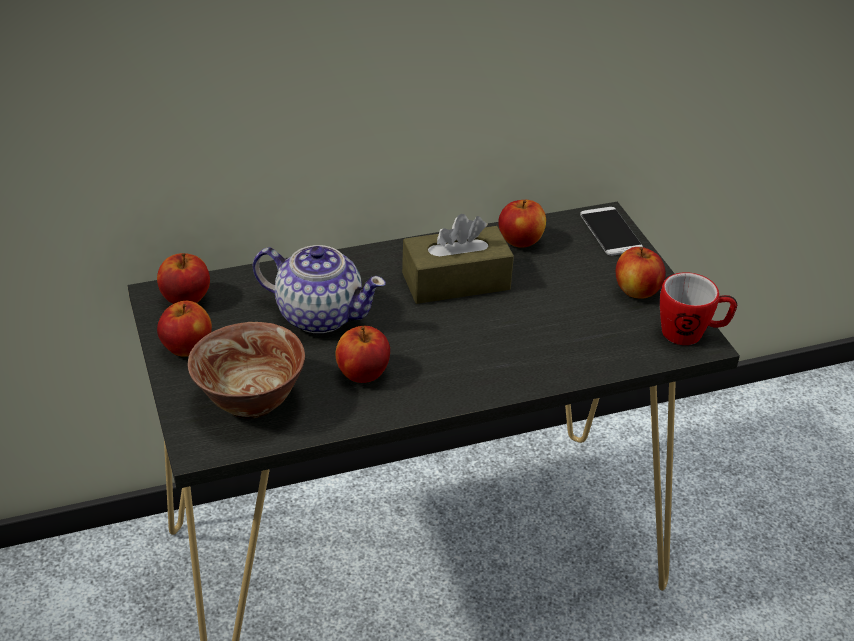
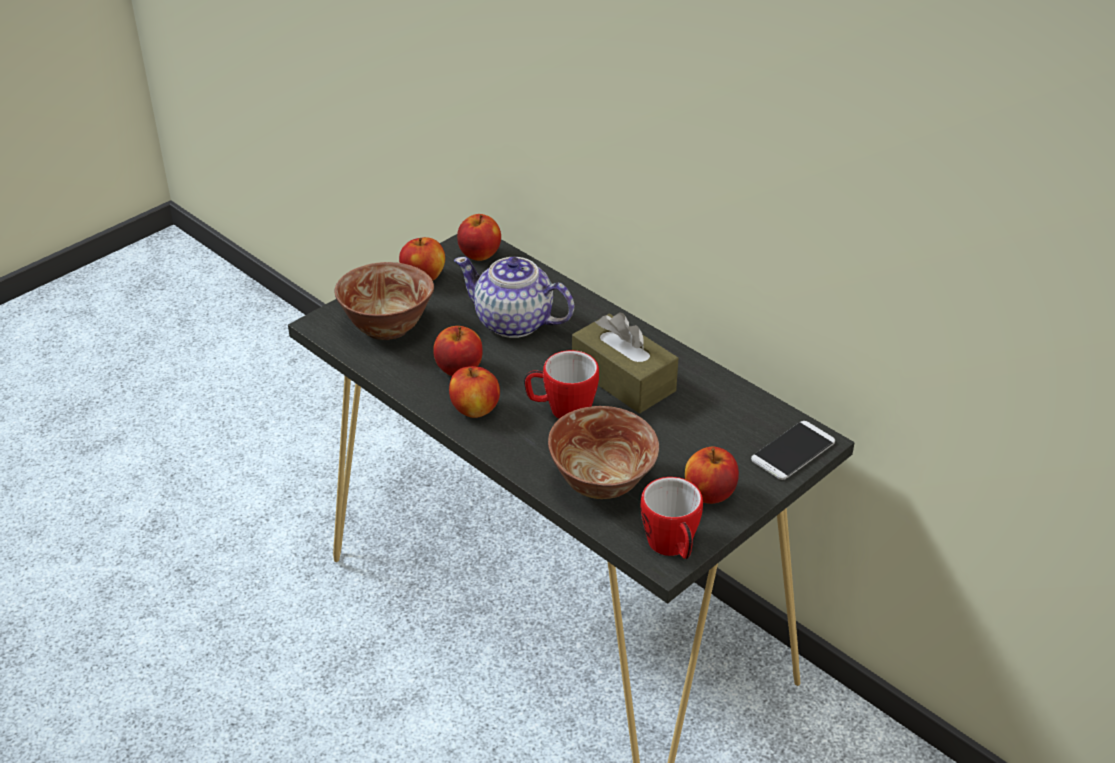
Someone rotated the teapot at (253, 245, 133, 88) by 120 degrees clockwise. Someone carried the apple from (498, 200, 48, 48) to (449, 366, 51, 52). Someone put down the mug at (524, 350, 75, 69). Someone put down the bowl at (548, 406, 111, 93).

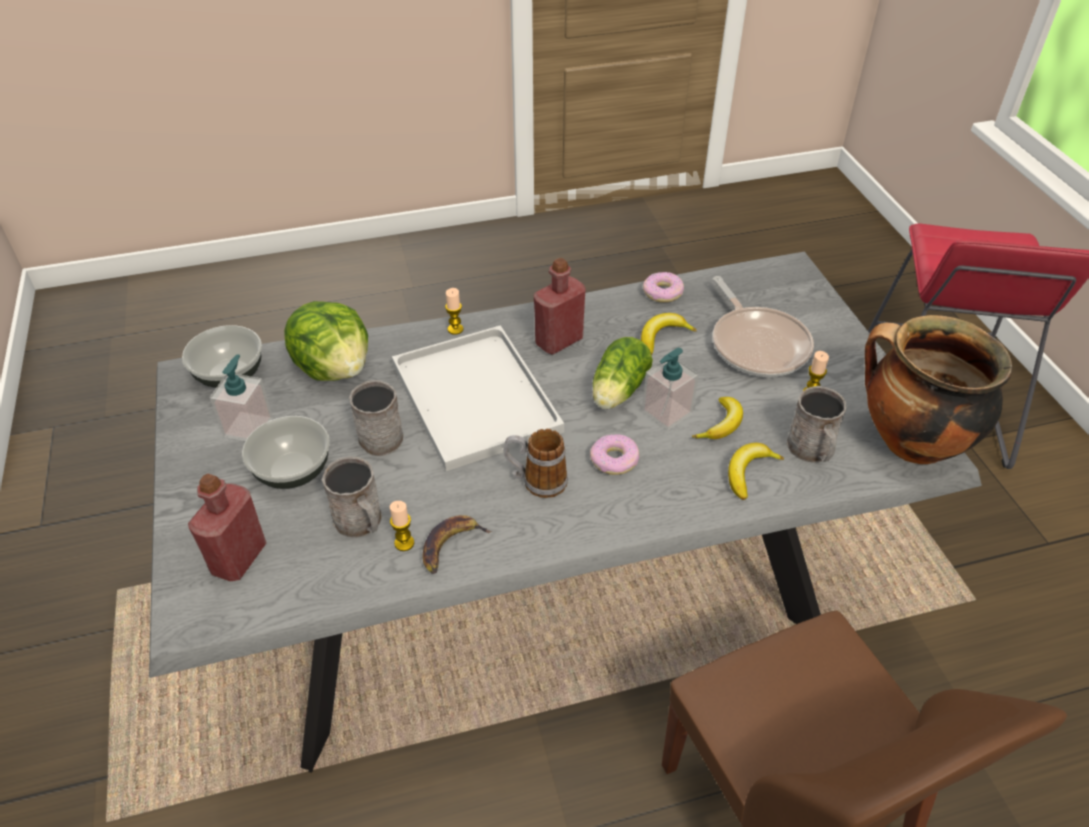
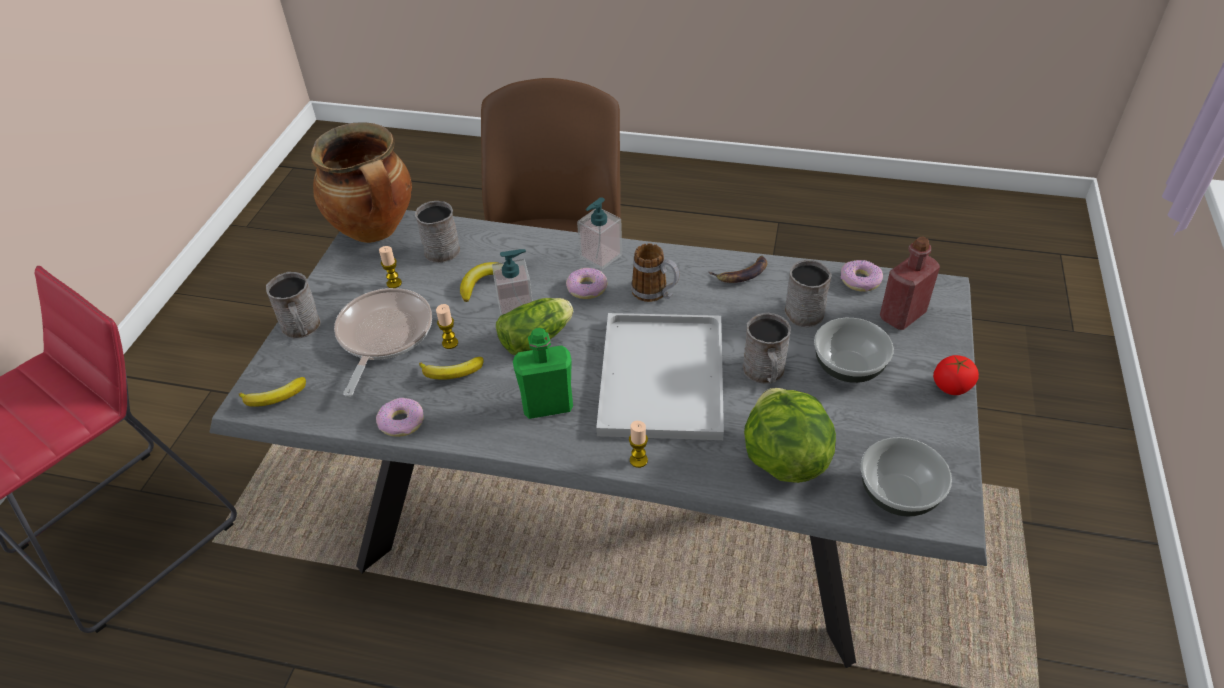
Someone carried the soap bottle from (210, 354, 63, 87) to (577, 197, 45, 73). Someone carried the wax candle from (389, 501, 25, 50) to (436, 304, 22, 45). Someone repainted the red-coloured drink bottle at (534, 258, 52, 97), which became the greenish drink bottle at (513, 328, 60, 91). Someone carried the whole banana from (728, 443, 56, 57) to (239, 377, 67, 30). Someone put down the greyish mug at (266, 272, 55, 66). Someone put down the doughnut at (841, 260, 42, 32). Someone put down the fresh tomato at (933, 355, 46, 40).

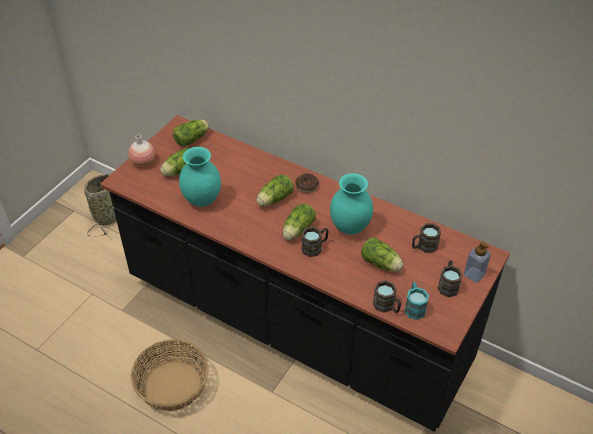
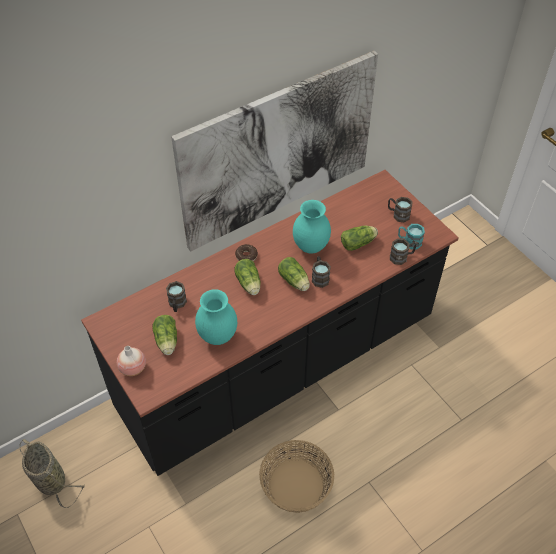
Someone took away the lettuce head at (173, 120, 37, 27). Someone carried the brown-coloured mug from (412, 223, 29, 30) to (166, 281, 21, 31). Someone took away the soap bottle at (464, 241, 27, 42). Someone put up the picture at (171, 51, 207, 200).

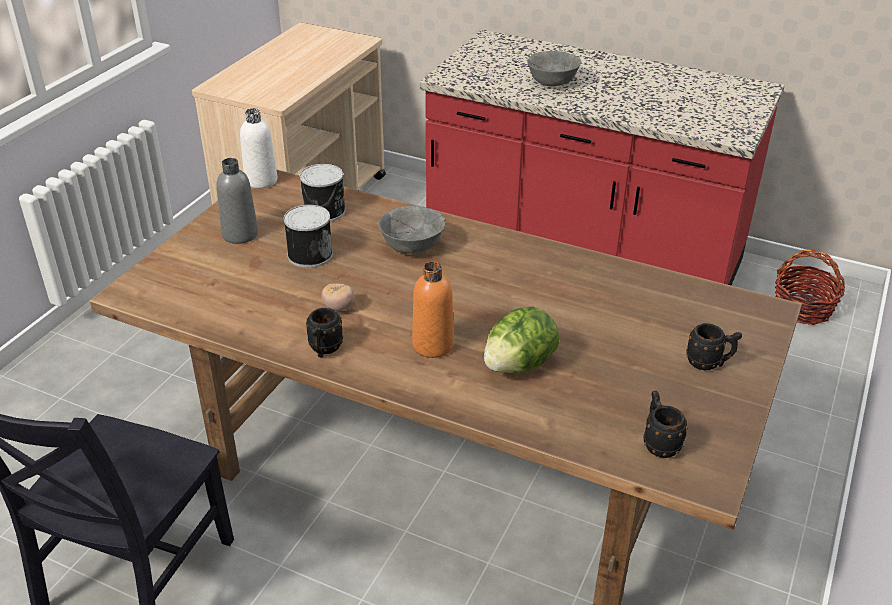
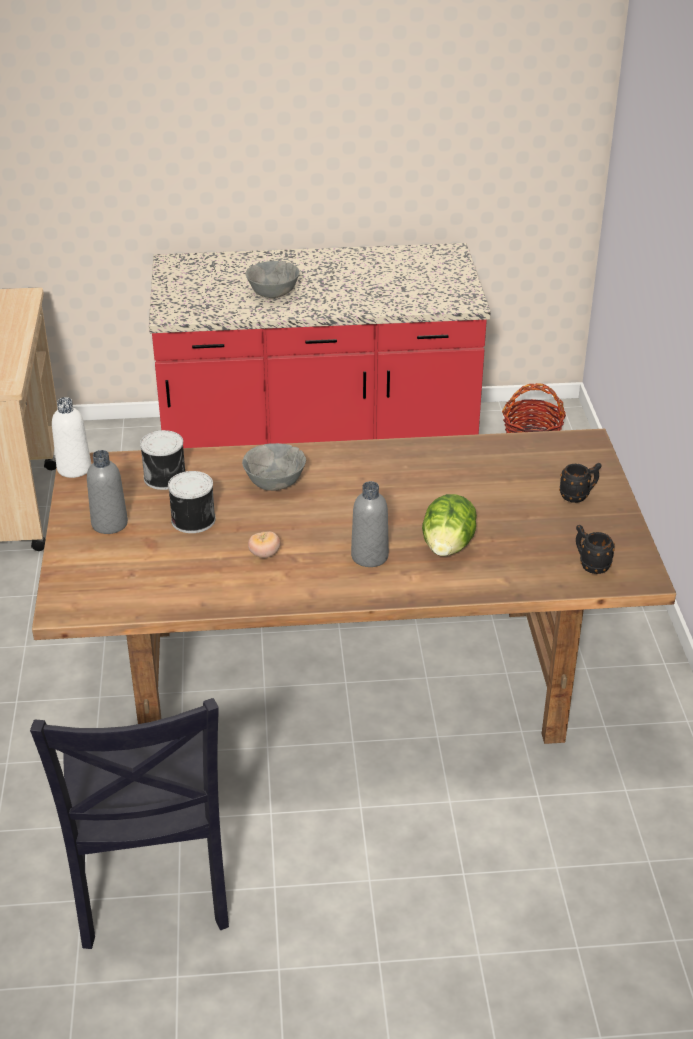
Someone took away the blackish mug at (306, 308, 37, 50). Someone repainted the orange drink bottle at (412, 261, 42, 97), which became the greyish drink bottle at (351, 481, 38, 86).

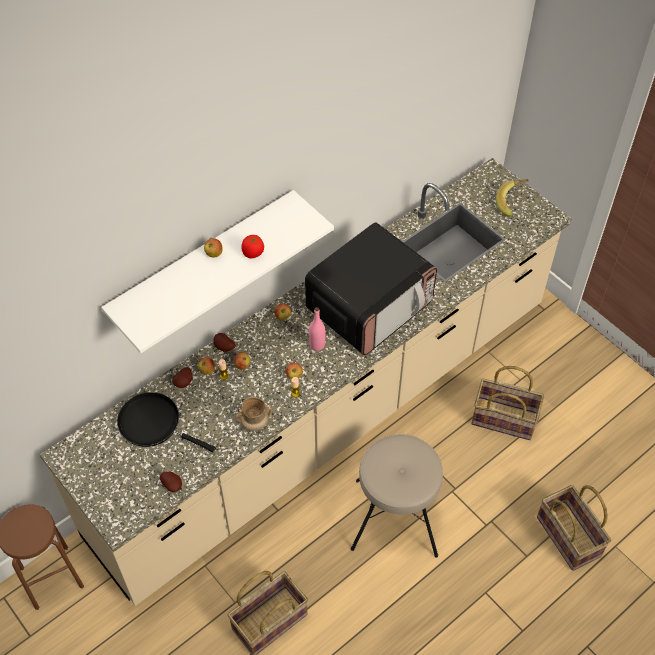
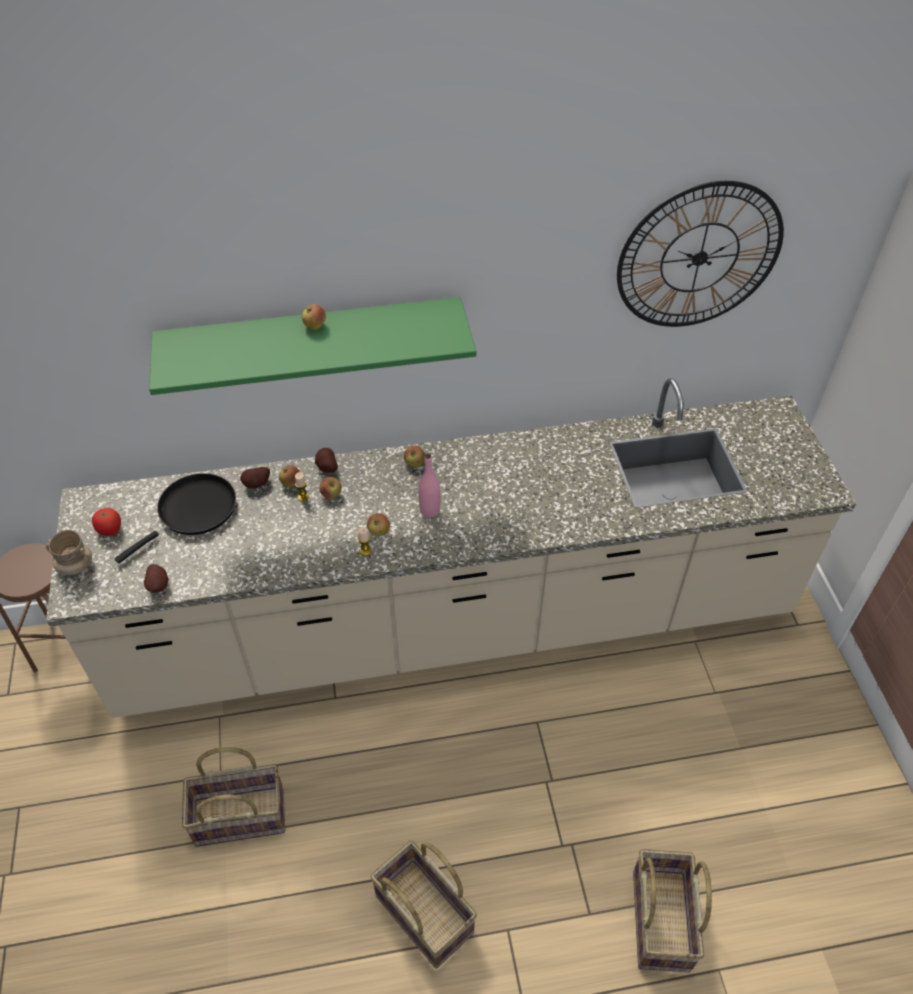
Someone repainted the white-coloured bracket shelf at (101, 190, 233, 163), which became the greenish bracket shelf at (149, 297, 327, 98). Someone rotated the blackish pan at (117, 392, 99, 60) by 75 degrees clockwise. Someone carried the beige-coloured mug from (235, 397, 37, 34) to (46, 530, 46, 45). Someone carried the fresh tomato from (241, 235, 23, 23) to (92, 508, 29, 28). Someone took away the kitchen microwave at (305, 222, 132, 133). Someone took away the beige-coloured stool seat at (351, 434, 92, 124). Someone carried the basket from (471, 366, 73, 74) to (370, 841, 107, 128). Someone took away the whole banana at (496, 179, 33, 38). Someone put up the wall clock at (617, 181, 167, 146).

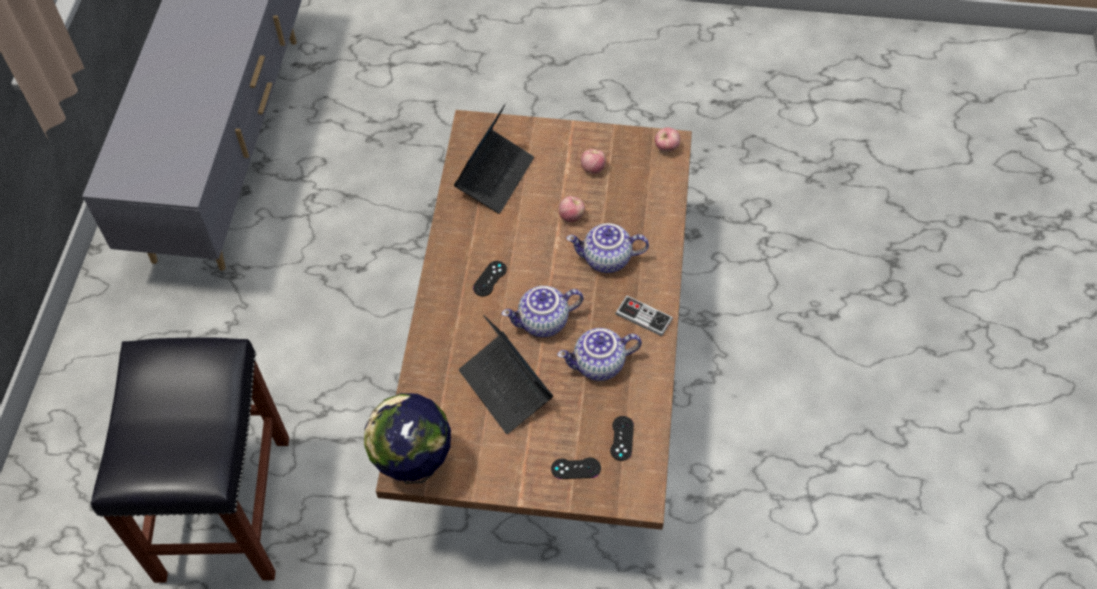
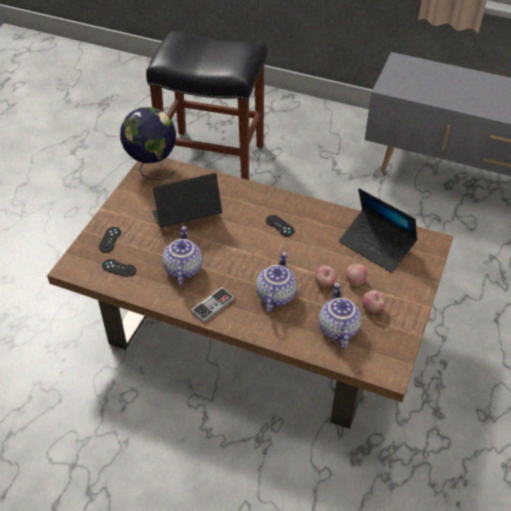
Someone carried the teapot from (502, 286, 81, 51) to (319, 283, 43, 66). Someone carried the apple from (655, 127, 25, 25) to (345, 264, 22, 21).

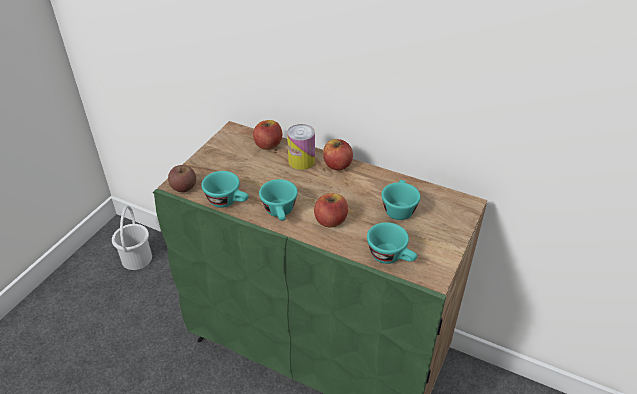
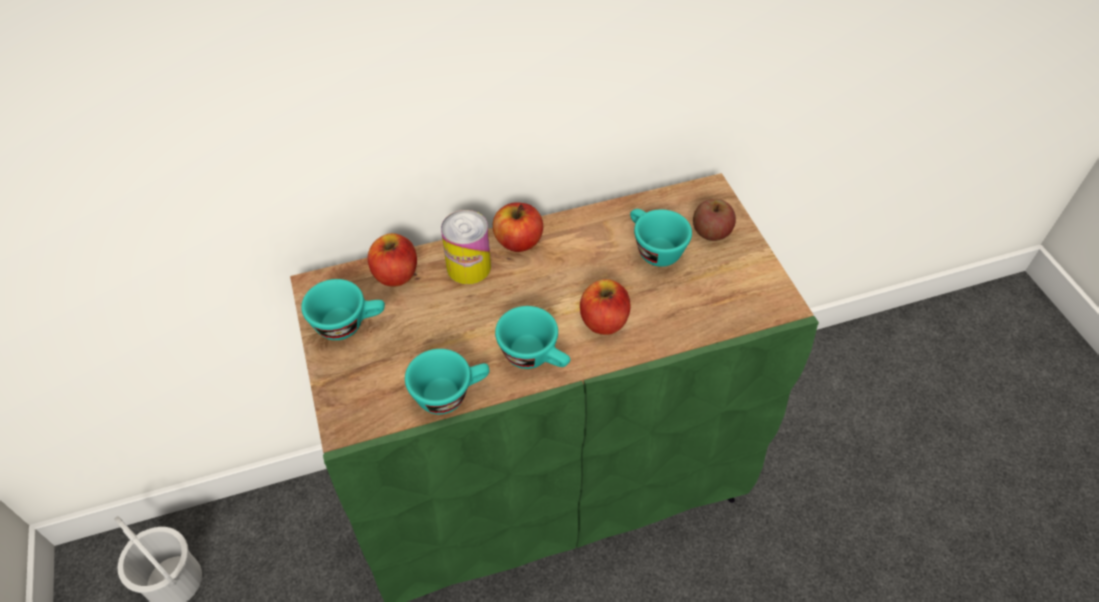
Someone carried the apple from (168, 165, 28, 27) to (693, 199, 43, 42). Someone carried the turquoise-coloured cup from (367, 222, 50, 42) to (301, 279, 84, 61).

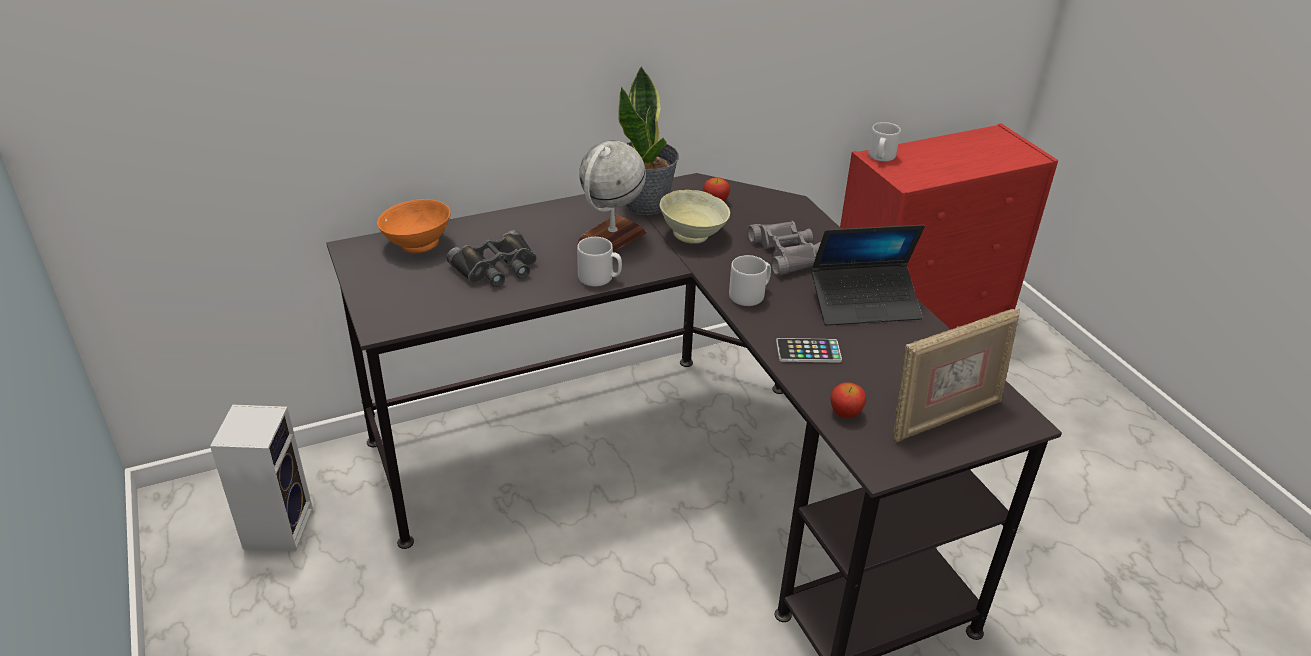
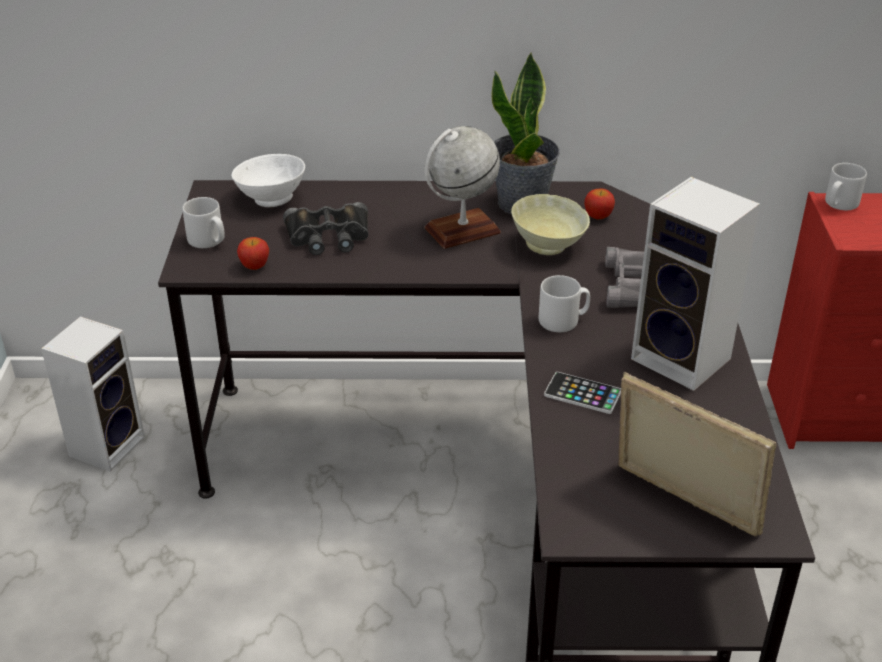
Someone repainted the orange bowl at (377, 199, 74, 54), which became the white-coloured bowl at (231, 154, 74, 53). Someone carried the greyish mug from (577, 237, 45, 49) to (182, 197, 43, 51). Someone swapped the notebook computer at (811, 225, 114, 101) for the speaker at (631, 177, 129, 214). Someone carried the apple from (830, 382, 36, 36) to (237, 237, 32, 33). Someone rotated the picture frame at (893, 309, 127, 134) by 135 degrees counterclockwise.

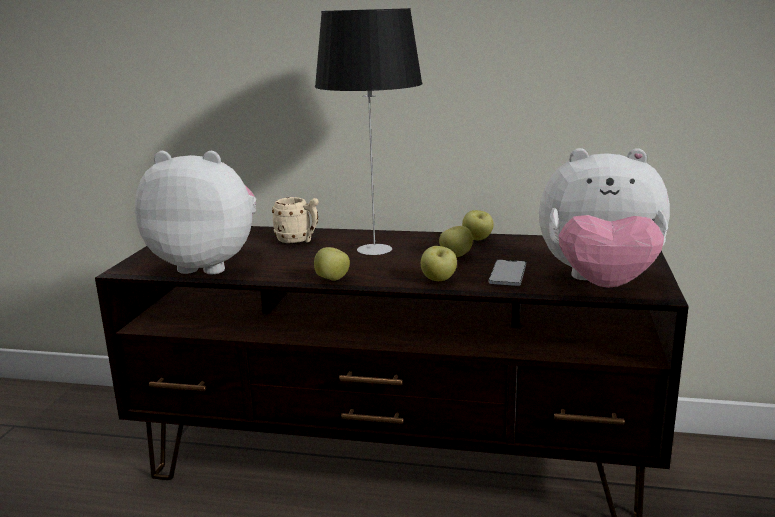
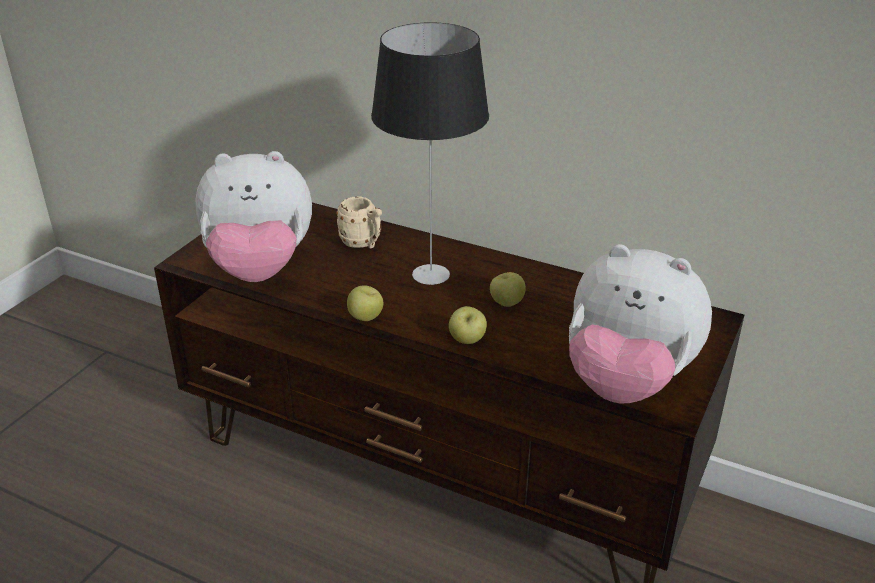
Someone rotated the plush toy at (135, 151, 121, 123) by 150 degrees clockwise. Someone took away the apple at (462, 210, 32, 30). Someone took away the handset at (489, 260, 37, 26).

